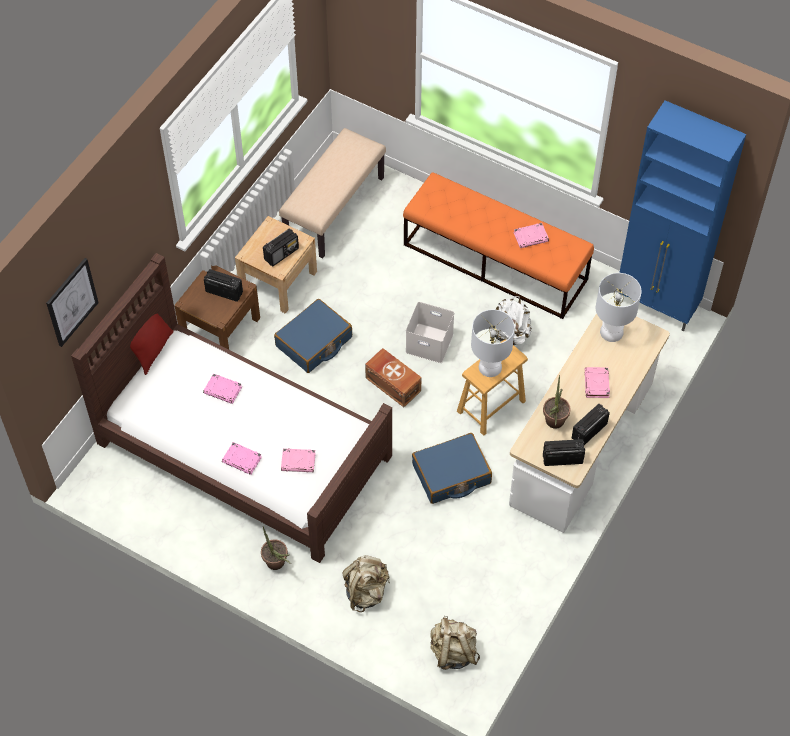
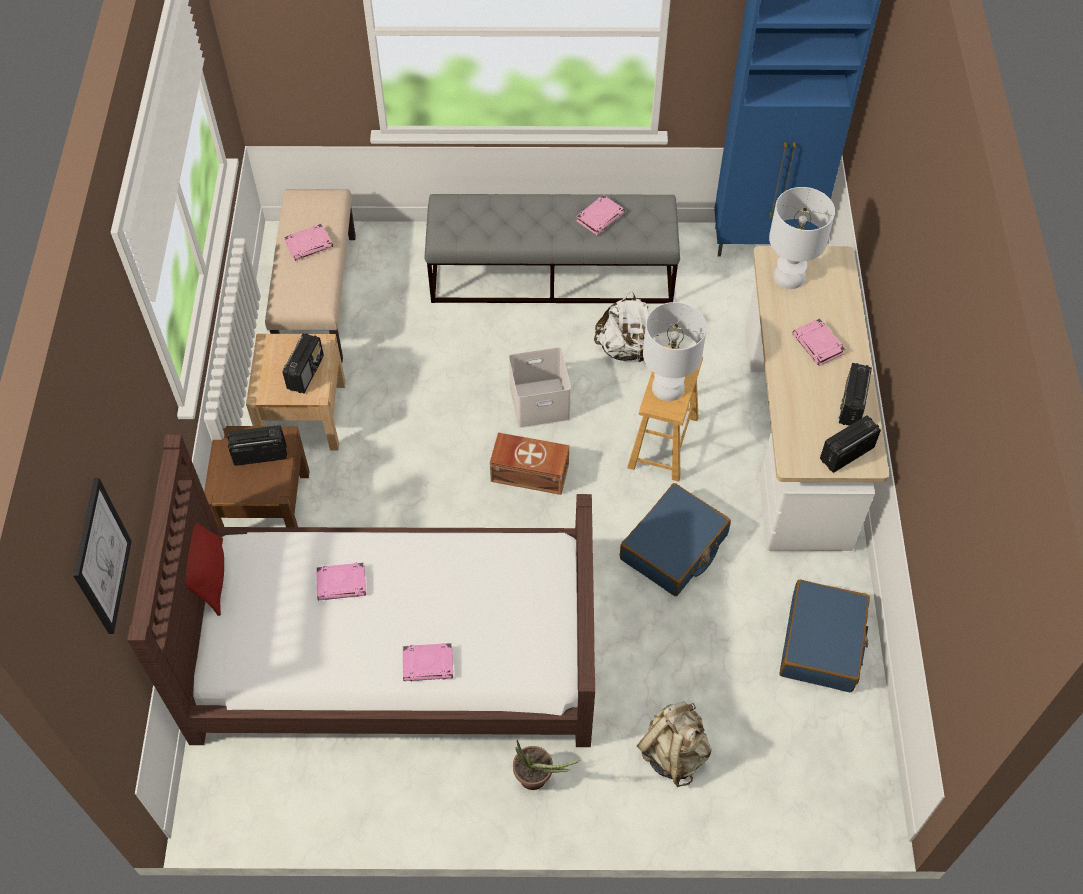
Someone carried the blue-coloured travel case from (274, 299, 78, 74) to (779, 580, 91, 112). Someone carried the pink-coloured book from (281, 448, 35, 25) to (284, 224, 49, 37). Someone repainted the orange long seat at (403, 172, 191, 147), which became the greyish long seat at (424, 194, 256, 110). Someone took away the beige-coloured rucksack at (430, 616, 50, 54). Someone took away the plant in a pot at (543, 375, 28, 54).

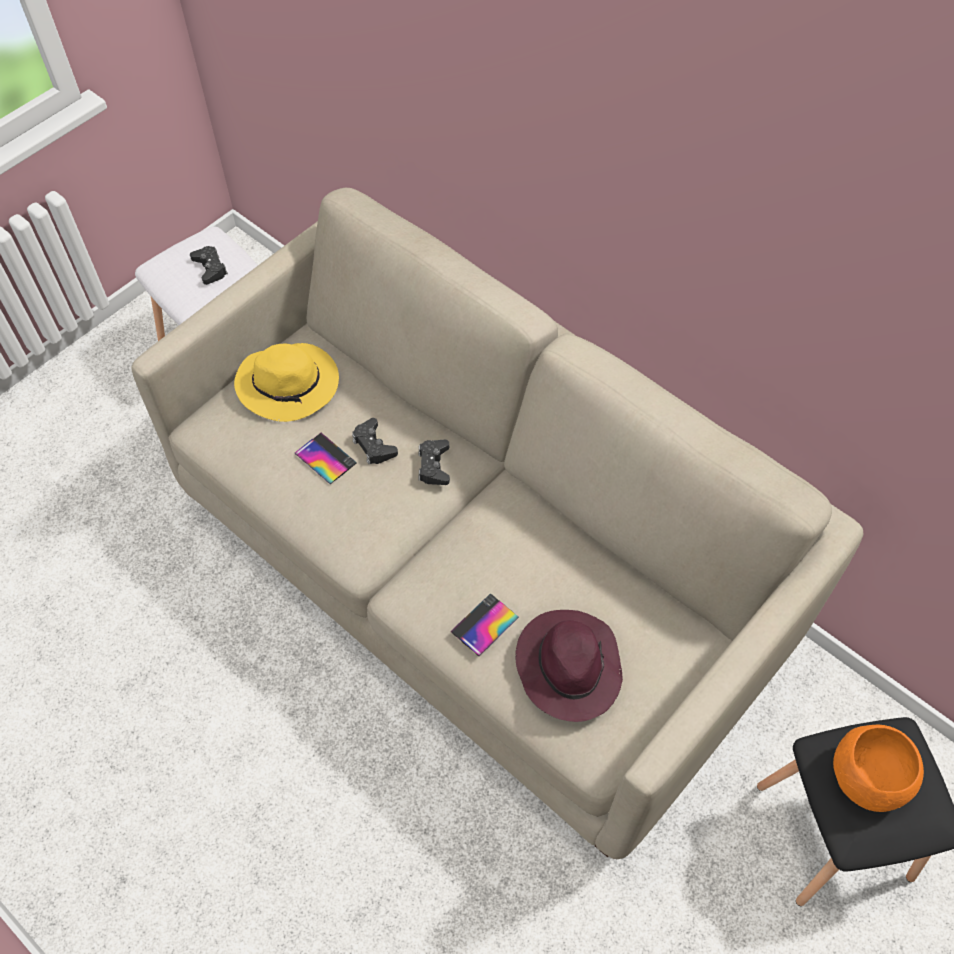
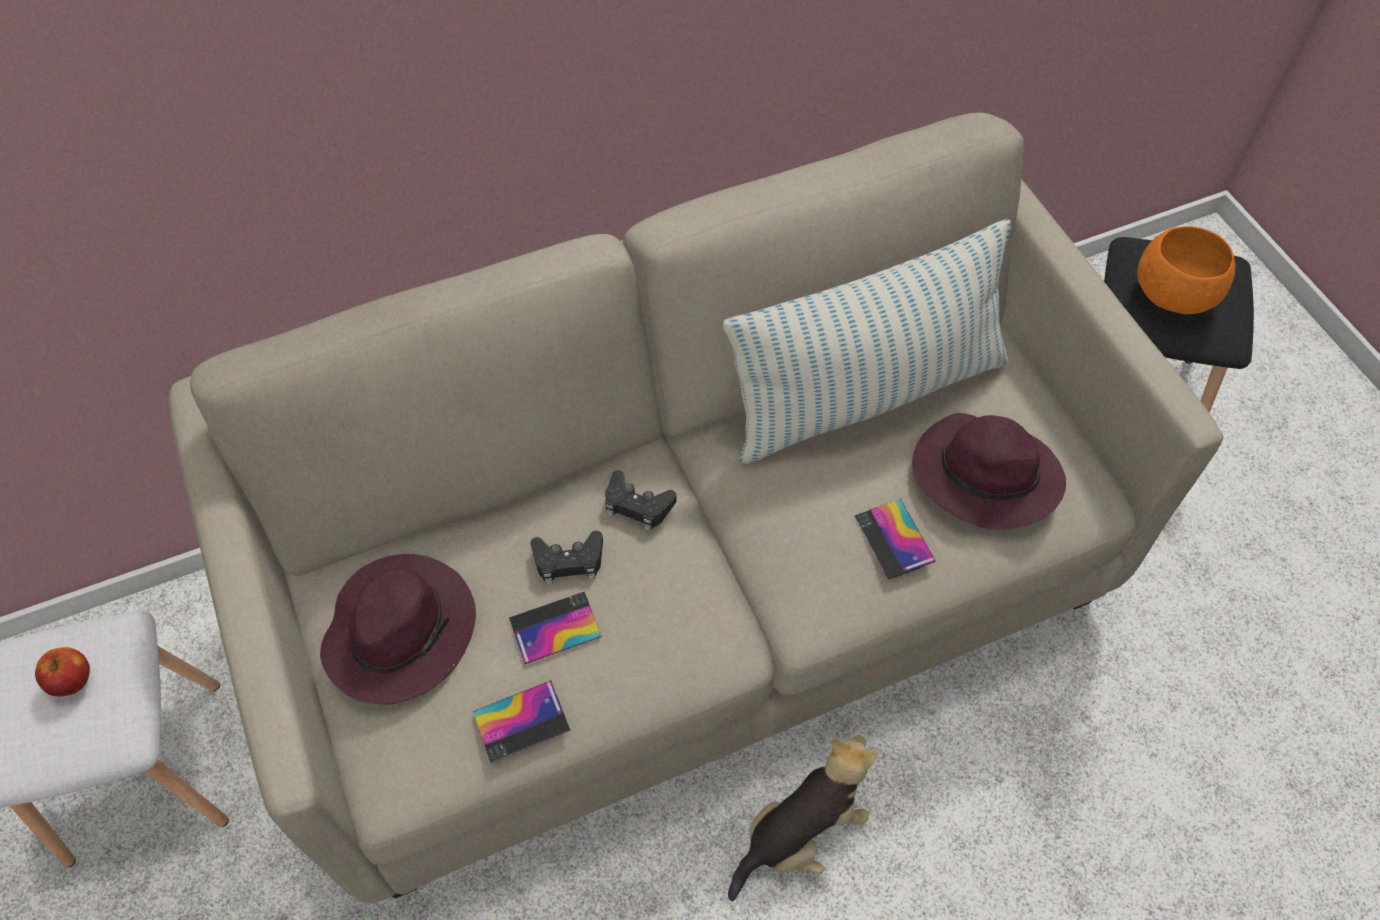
Someone swapped the blackish game controller at (190, 246, 38, 39) for the apple at (35, 647, 55, 49). Someone repainted the yellowish clothing hat at (234, 343, 105, 79), which became the purplish clothing hat at (320, 554, 156, 150). Someone put down the handset at (473, 680, 97, 83). Someone put down the pillow at (723, 219, 288, 245). Someone put down the plush toy at (728, 735, 150, 166).

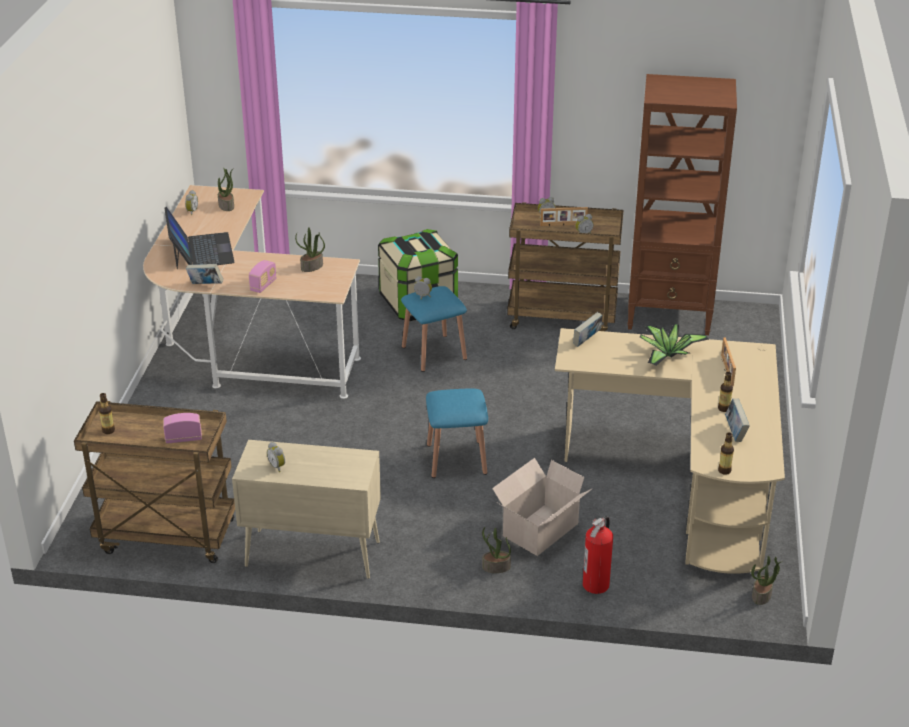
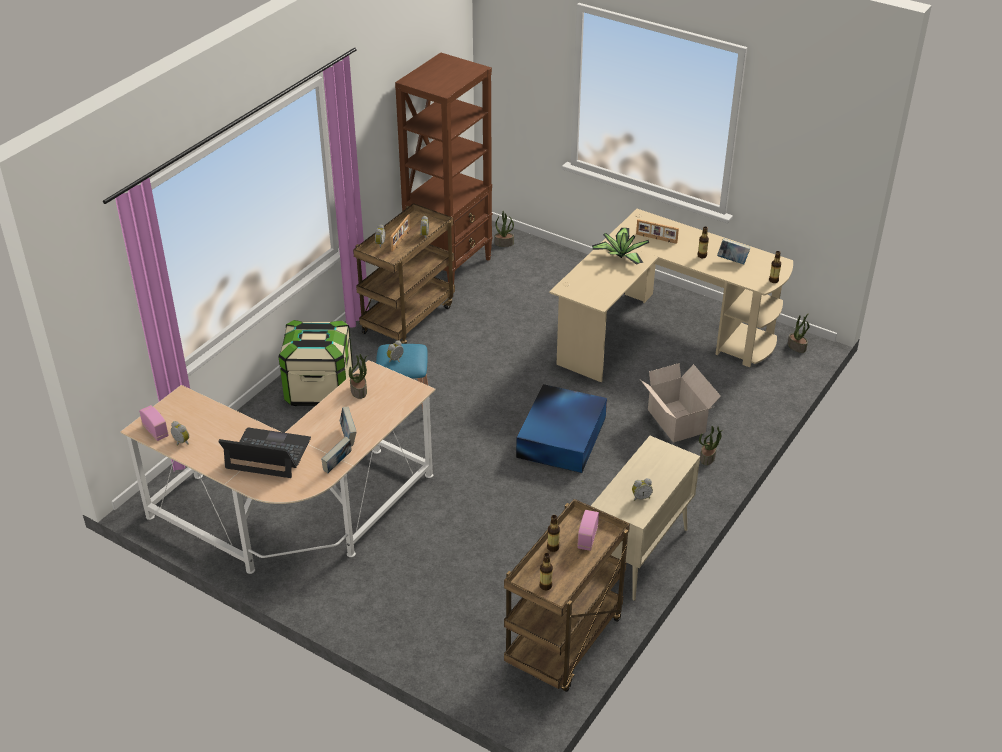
Someone carried the plant in a pot from (218, 168, 16, 43) to (495, 211, 19, 36). Someone carried the radio from (249, 260, 28, 33) to (139, 405, 30, 36). Someone swapped the blue-coloured stool seat at (426, 388, 62, 90) for the blue-coloured storage box at (516, 384, 91, 89). Someone carried the book from (573, 312, 30, 35) to (340, 407, 16, 39). Someone took away the fire extinguisher at (583, 516, 30, 78). Someone put down the drink bottle at (547, 515, 13, 37).

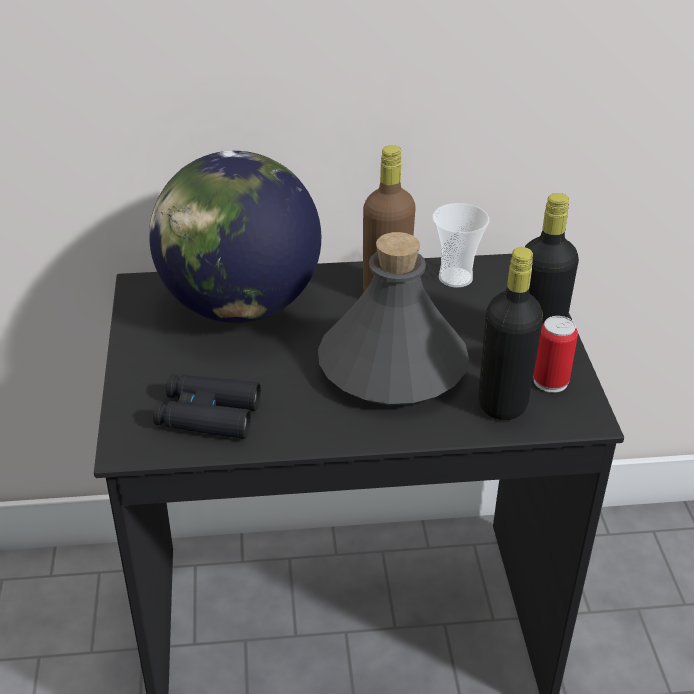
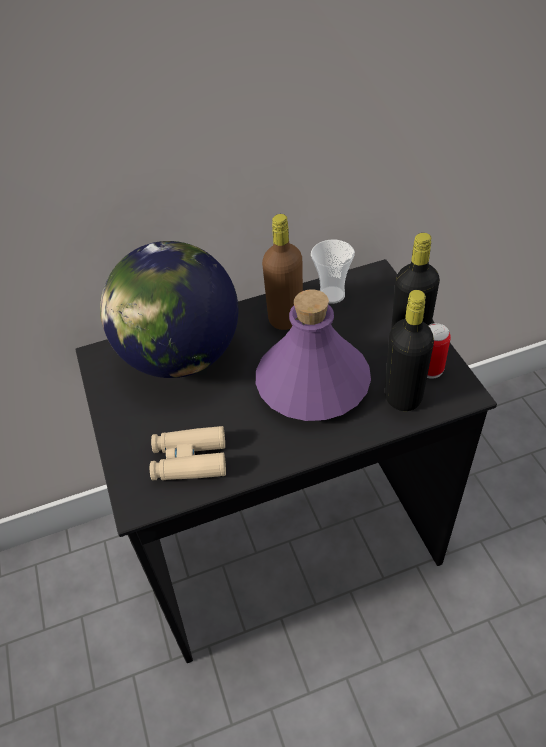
Someone repainted the blackish pair of binoculars at (153, 374, 108, 65), which became the beige-coloured pair of binoculars at (150, 426, 76, 54). Someone repainted the greyish drink bottle at (318, 232, 151, 173), which became the purplish drink bottle at (256, 289, 115, 132).

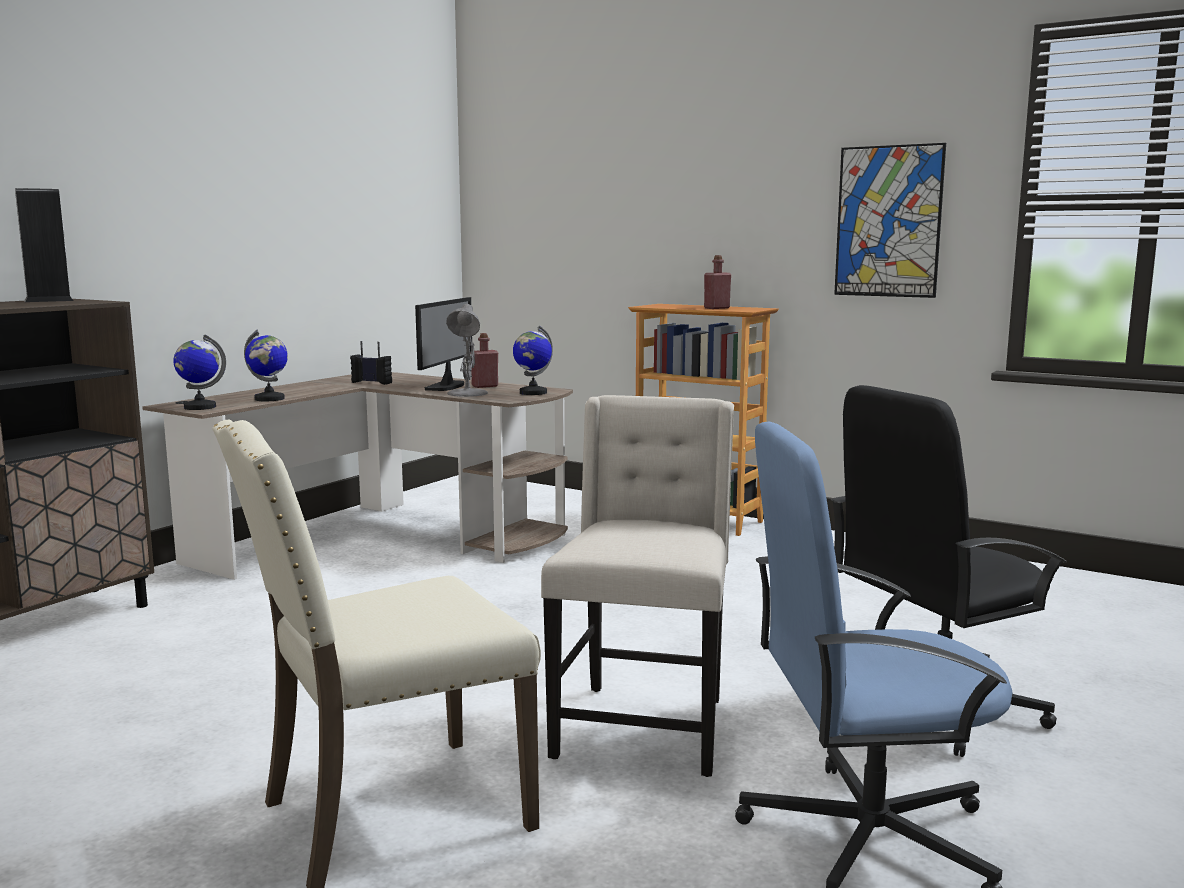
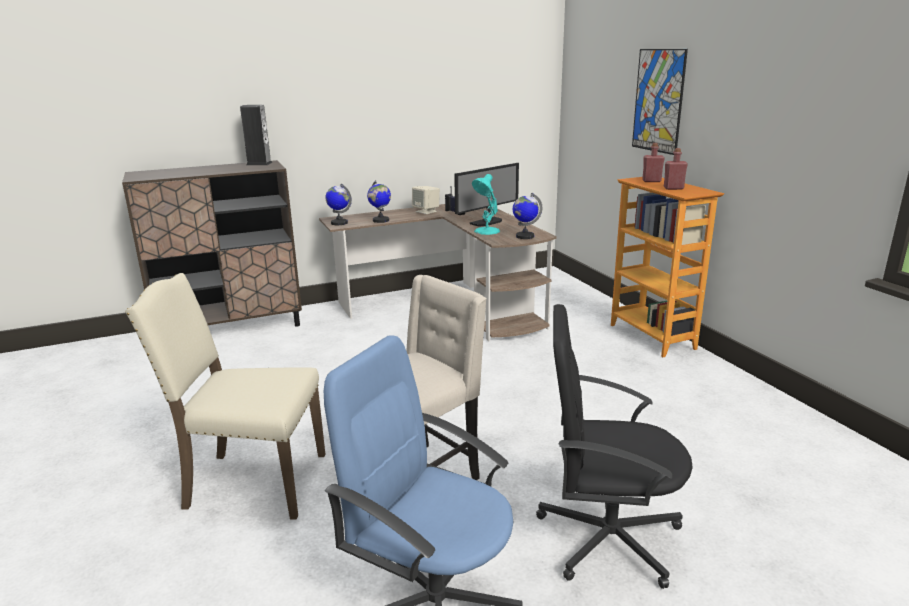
Someone repainted the greyish tabletop lamp at (446, 304, 42, 93), which became the turquoise-coloured tabletop lamp at (472, 174, 28, 61). Someone carried the red-coloured drink bottle from (470, 333, 28, 55) to (642, 143, 23, 39). Someone carried the picture from (834, 143, 112, 155) to (632, 49, 56, 106). Someone put down the beige-coloured speaker at (412, 186, 28, 28).

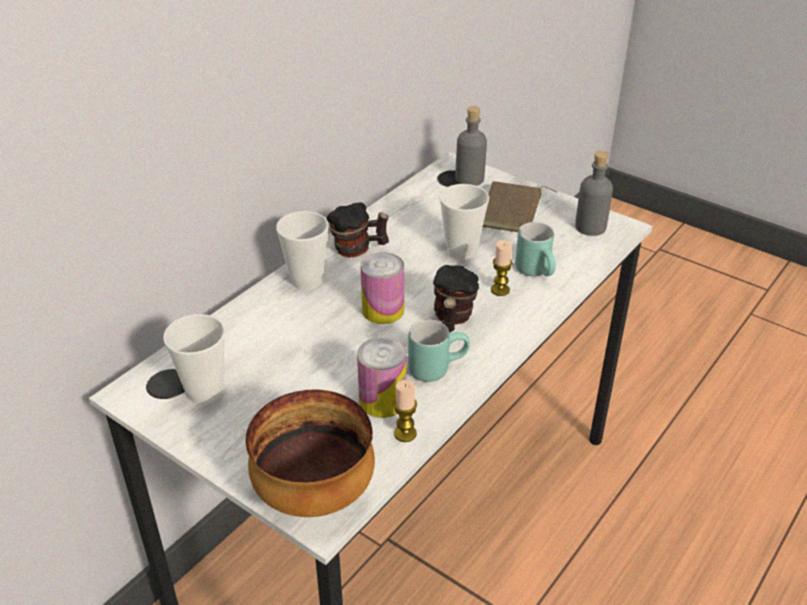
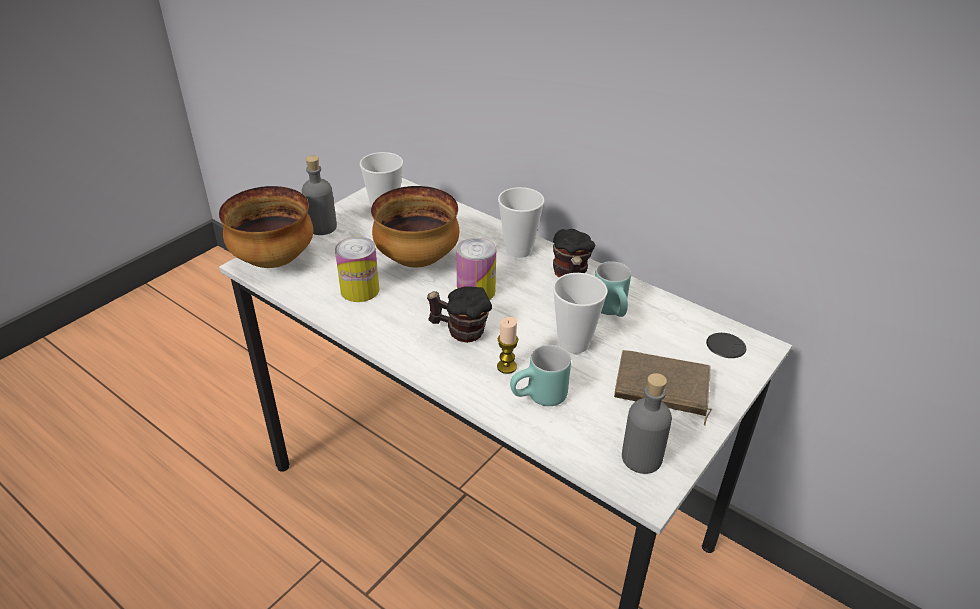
Someone took away the wax candle at (393, 380, 24, 62). Someone carried the turquoise-coloured mug from (408, 319, 62, 63) to (595, 261, 36, 56). Someone carried the greyish drink bottle from (455, 106, 32, 80) to (302, 155, 35, 80). Someone put down the bowl at (371, 186, 88, 81).

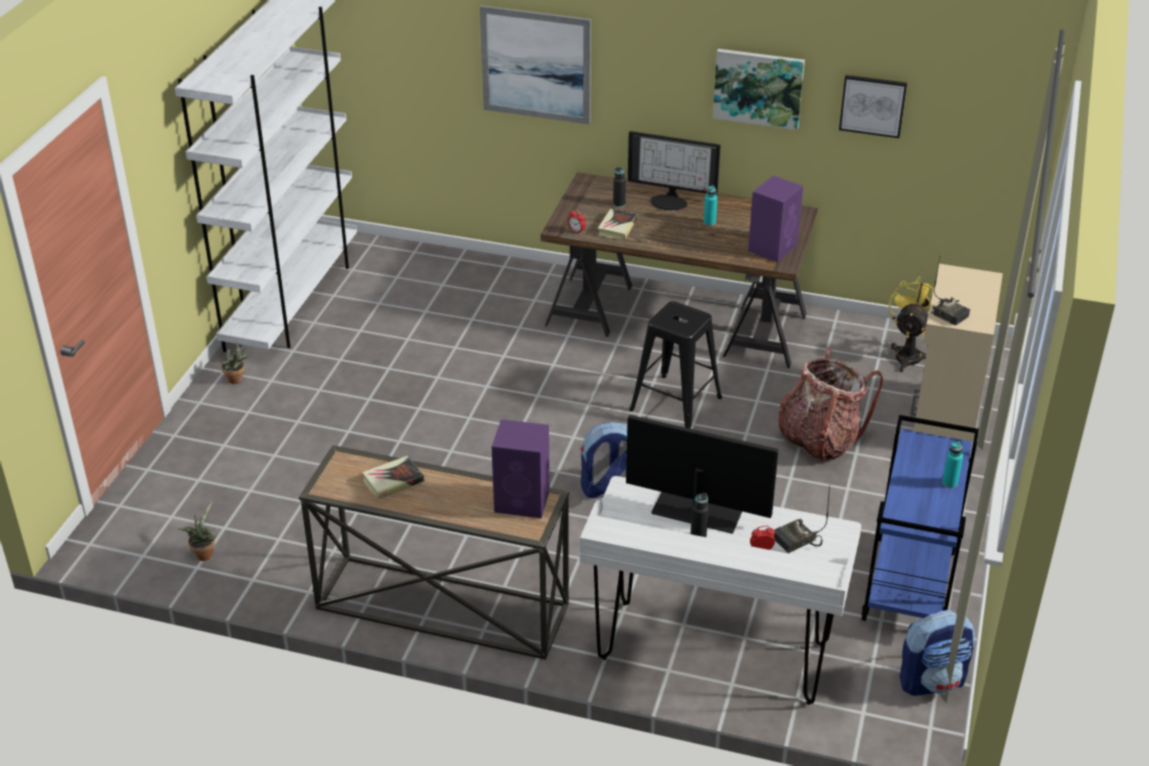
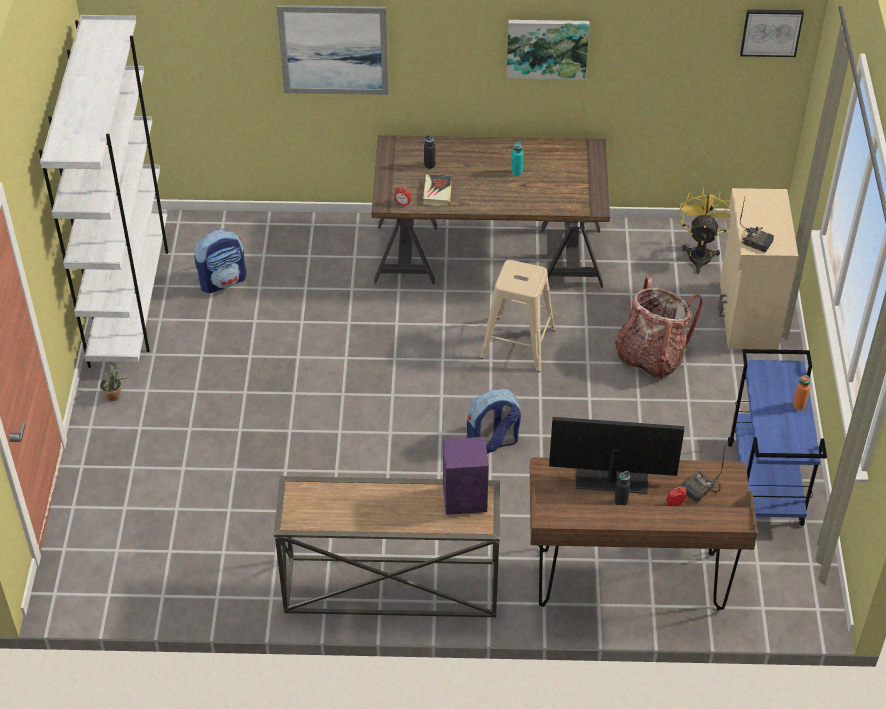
Someone took away the plant in a pot at (179, 501, 38, 60). Someone took away the book at (362, 456, 62, 44). Someone repainted the white-coloured desk unit at (580, 476, 281, 229), which became the brown-coloured desk unit at (530, 457, 228, 154). Someone took away the computer screen at (628, 131, 93, 79). Someone repainted the blackish stool seat at (629, 301, 93, 128), which became the beige-coloured stool seat at (480, 260, 76, 112). Someone took away the purplish speaker at (748, 176, 55, 86). Someone carried the picture from (839, 75, 68, 63) to (740, 9, 64, 48). Someone carried the rucksack from (899, 610, 76, 86) to (194, 229, 52, 64). Someone repainted the turquoise-coloured drink bottle at (942, 442, 21, 46), which became the orange drink bottle at (793, 375, 17, 36).

